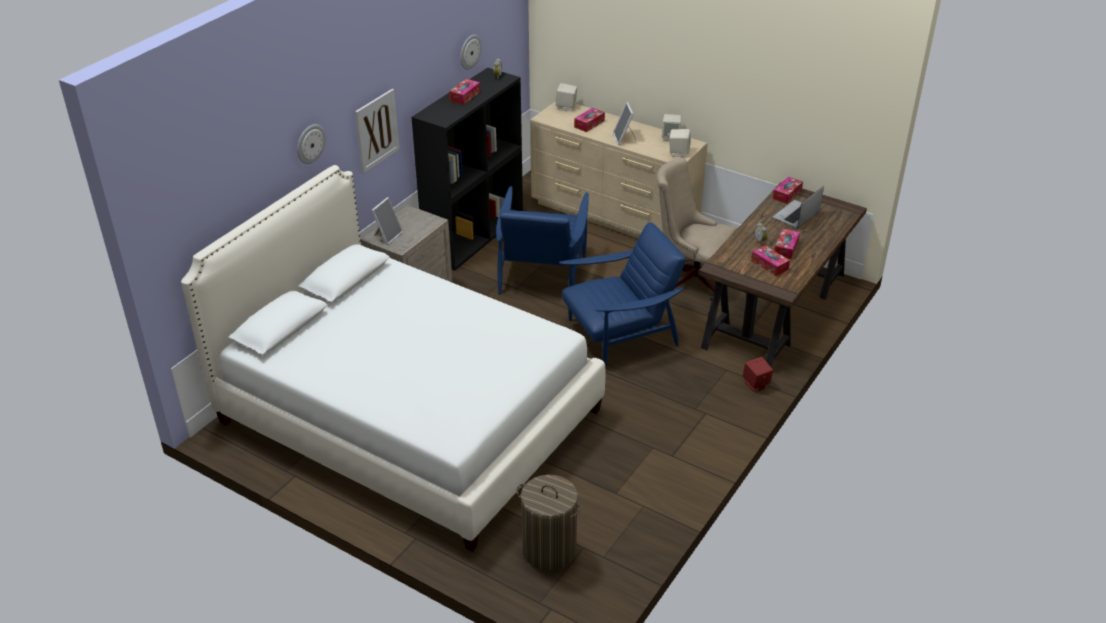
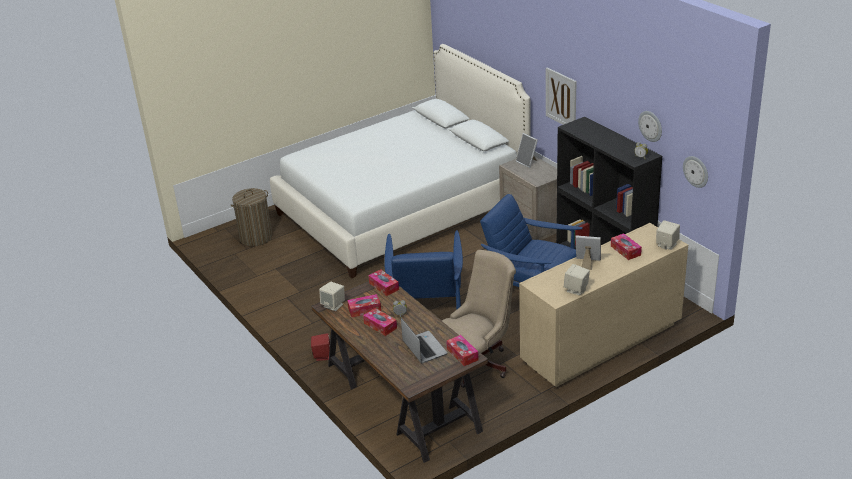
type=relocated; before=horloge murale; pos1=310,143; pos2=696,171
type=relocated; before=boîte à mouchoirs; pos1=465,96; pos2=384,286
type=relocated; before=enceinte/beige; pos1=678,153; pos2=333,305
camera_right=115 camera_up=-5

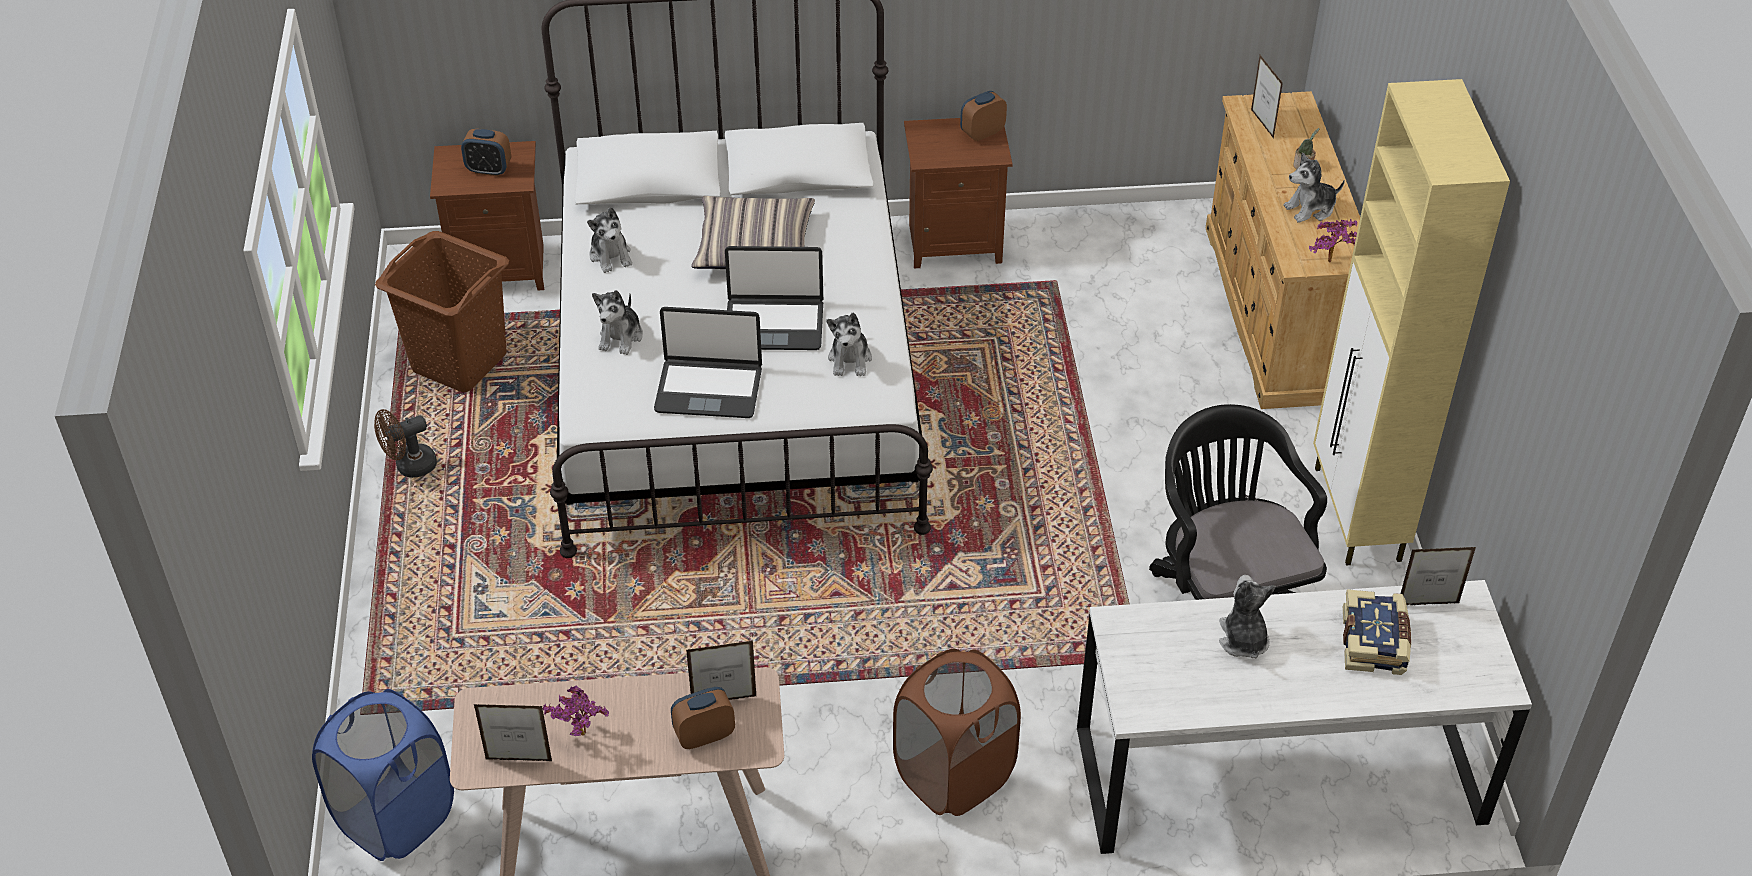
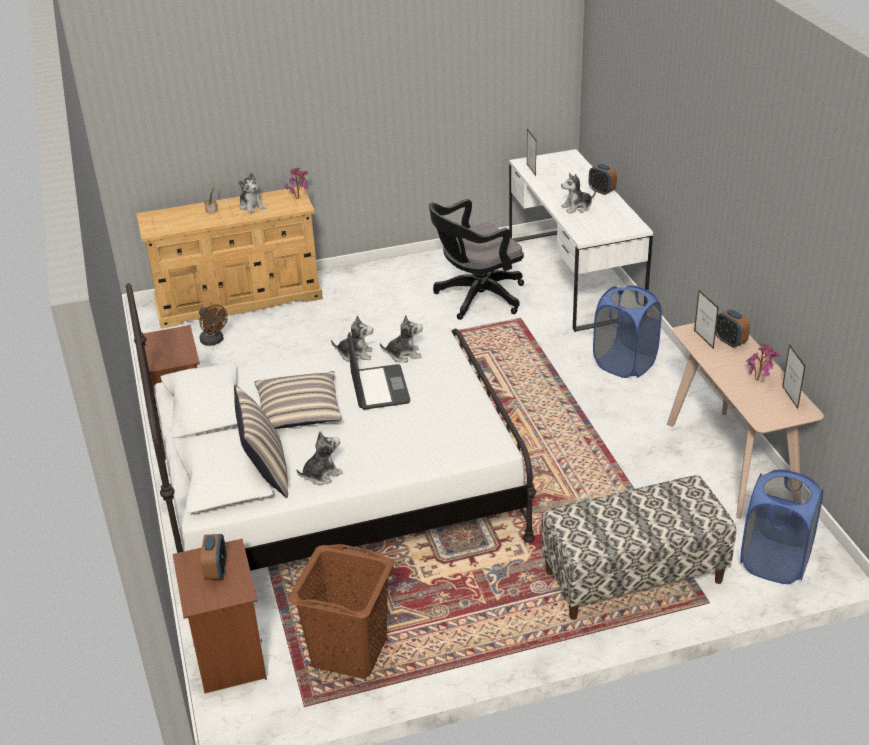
type=relocated; before=ventilateur/marron; pos1=409,467; pos2=214,341
type=relocated; before=peluche; pos1=621,337; pos2=355,354
type=missing; before=ordinateur portable; pos1=709,389
type=colour; before=panier à linge/marron; after=panier à linge/bleu; pos1=954,775; pos2=624,364
type=relocated; before=réveil; pos1=982,133; pos2=601,191
type=missing; before=cadre photo; pos1=1262,124
type=missing; before=meuble de rangement/beige; pos1=1357,515
type=missing; before=livre; pos1=1375,642
type=appeared; after=coussin; pos2=266,472
type=appeared; after=banc; pos2=633,578
camera_right=-100 camera_up=-10

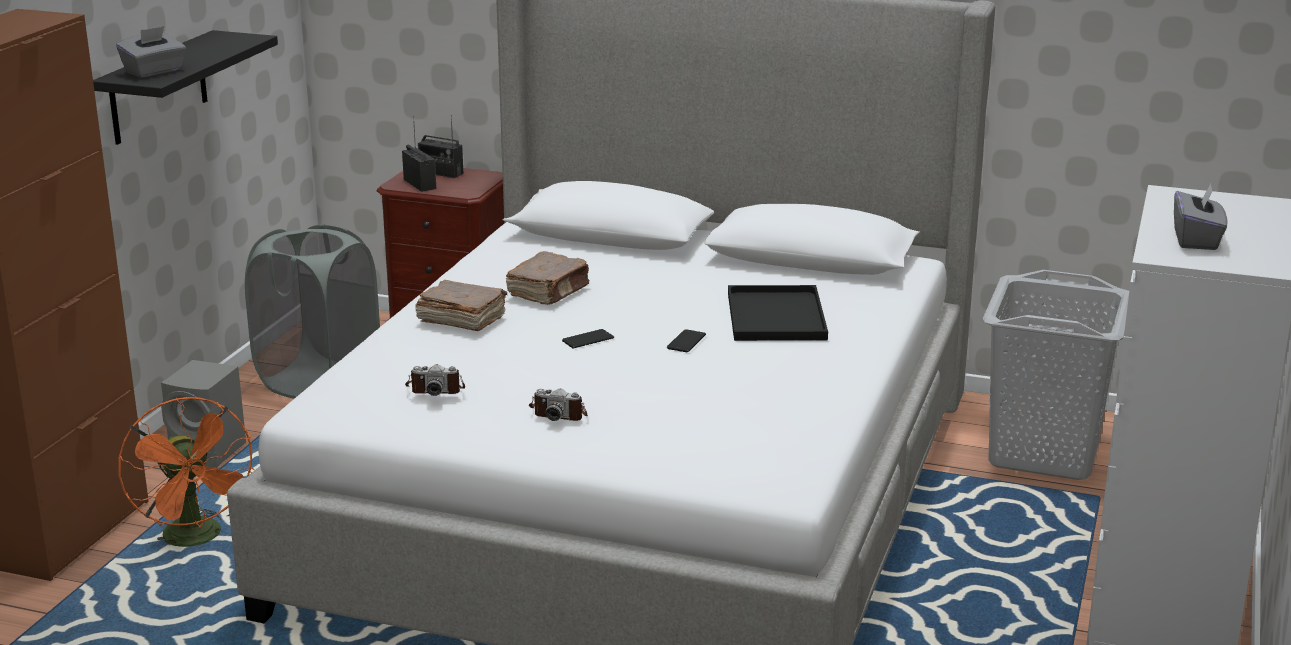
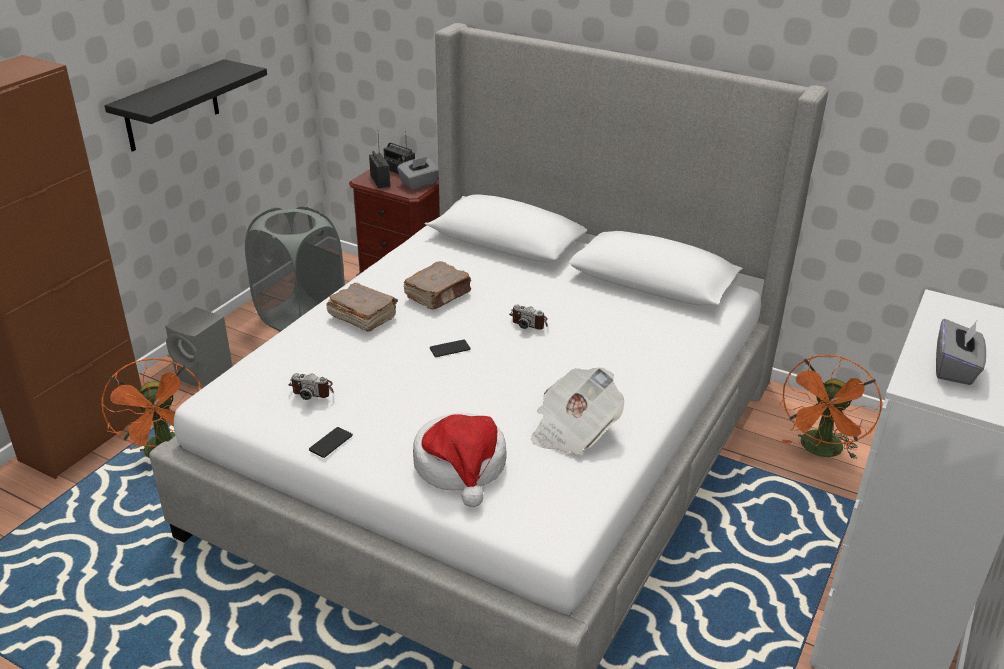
type=relocated; before=boîte à mouchoirs/gris; pos1=154,71; pos2=419,184
type=relocated; before=appareil photo; pos1=560,413; pos2=529,322
type=relocated; before=téléphone; pos1=686,341; pos2=331,443
type=missing; before=plateau/noir; pos1=777,317
type=exchanged; before=panier à linge/gris; after=ventilateur/orange; pos1=1045,453; pos2=820,451
type=appeared; after=chapeau; pos2=461,466
type=appeared; after=journal; pos2=573,430
camera_right=10 camera_up=10

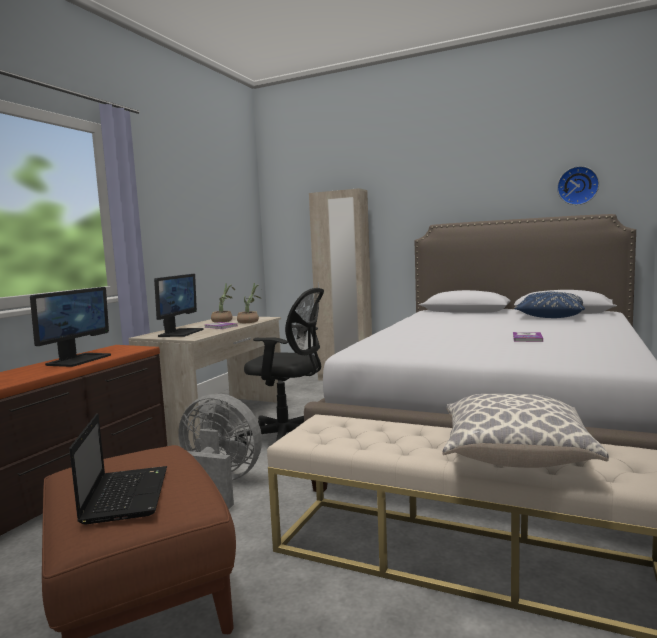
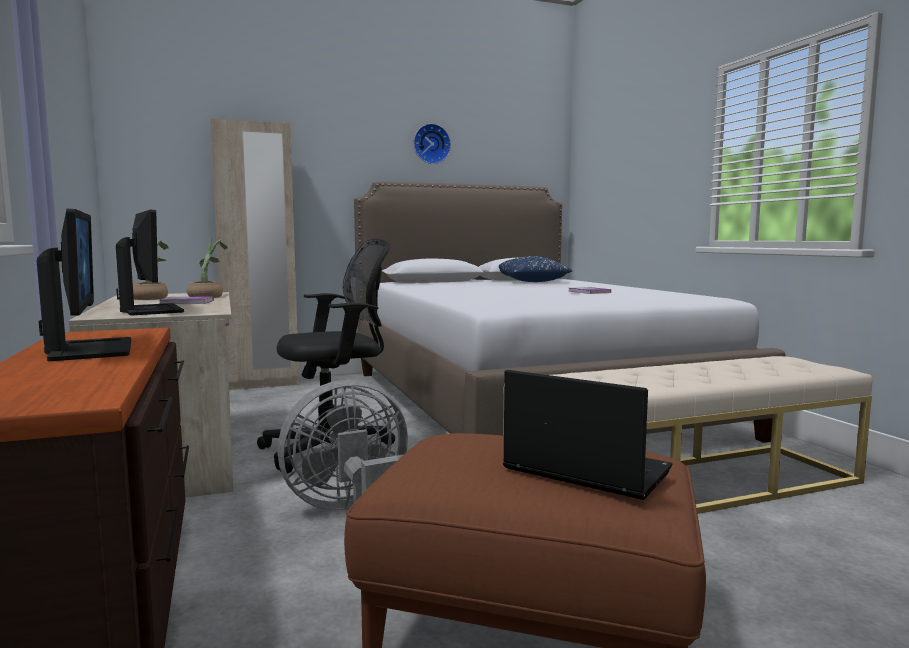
type=missing; before=coussin; pos1=514,457
type=relocated; before=horloge murale; pos1=577,186; pos2=431,144
camera_right=-45 camera_up=0

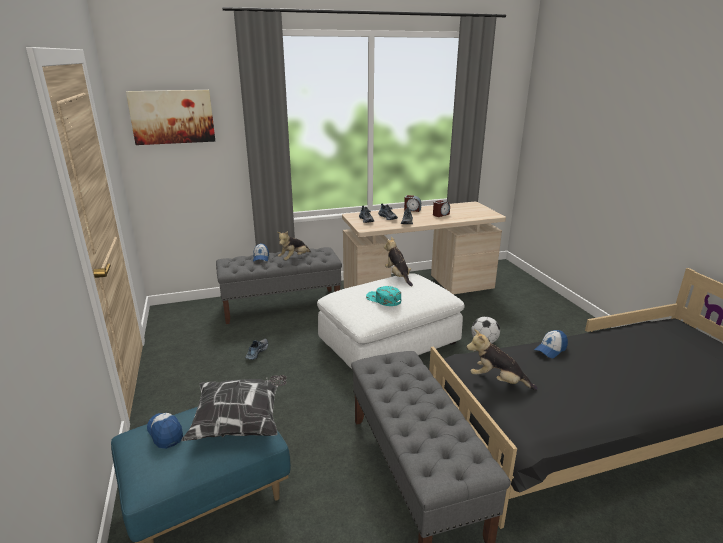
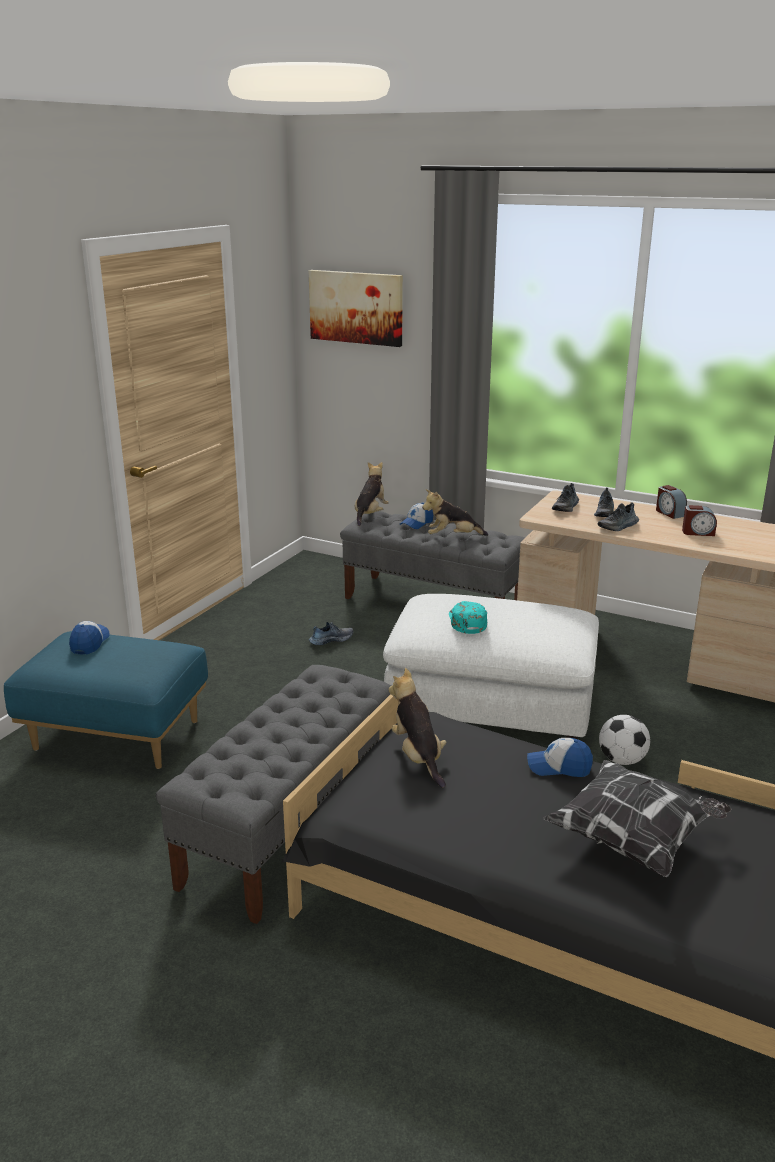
type=relocated; before=coussin; pos1=240,422; pos2=635,839
type=relocated; before=peluche; pos1=398,276; pos2=370,515
camera_right=45 camera_up=0

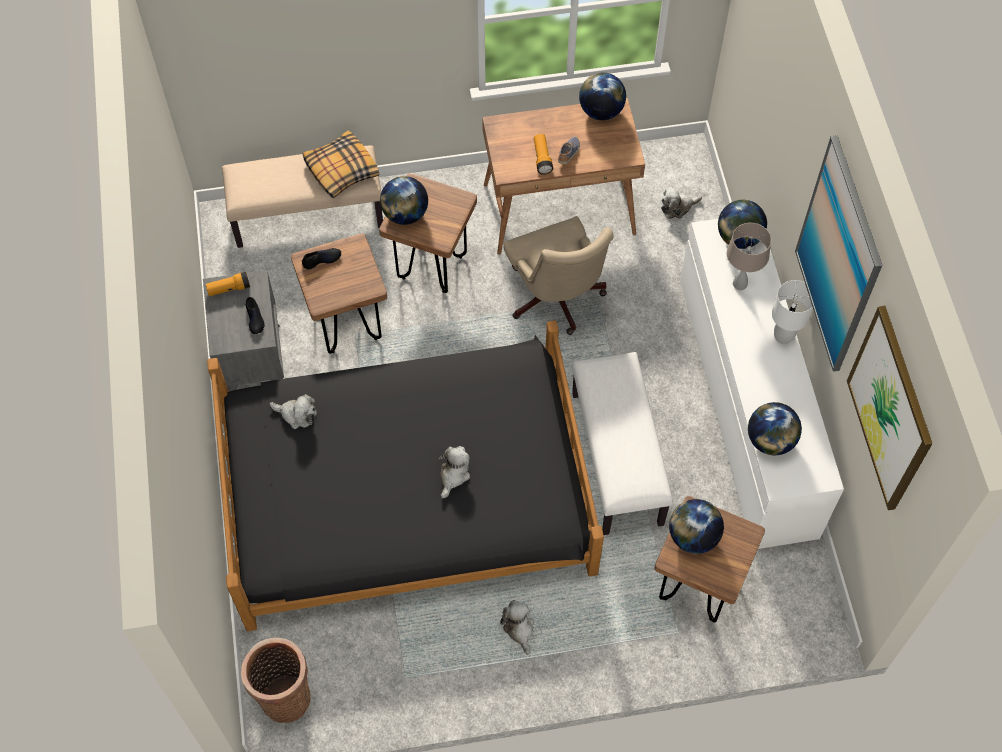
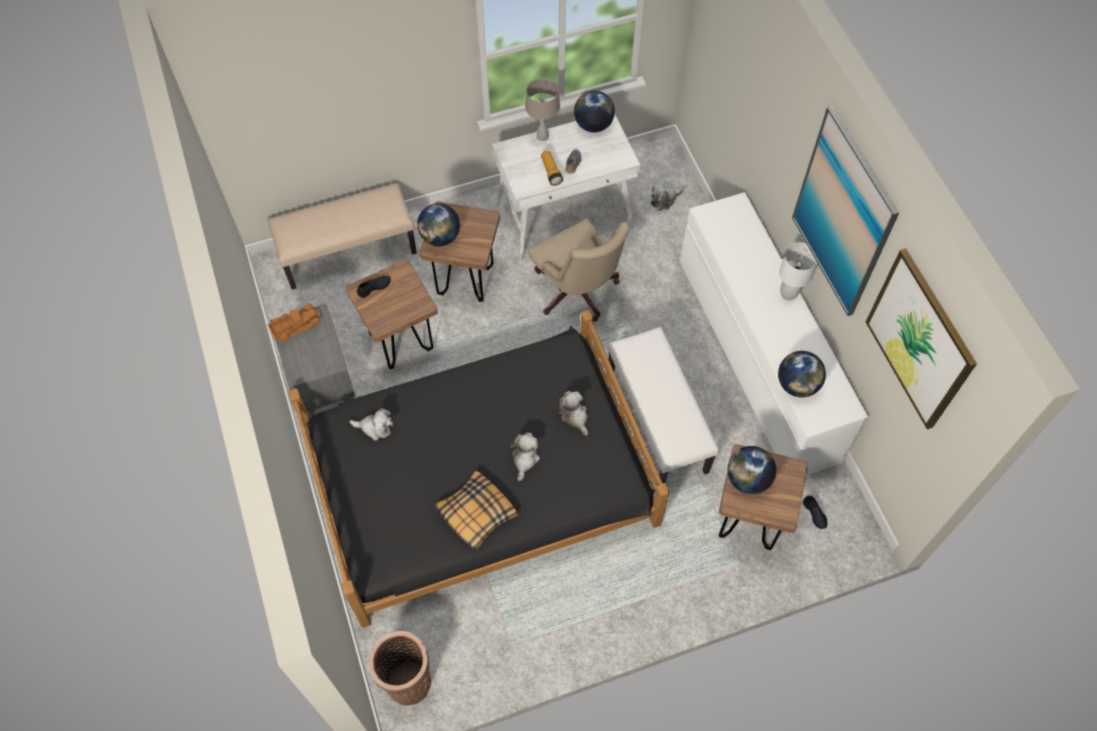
type=exchanged; before=lampe de poche; after=camion jouet; pos1=229,289; pos2=295,325
type=relocated; before=chaussure/noir; pos1=255,318; pos2=815,513
type=relocated; before=coussin; pos1=341,170; pos2=476,514
type=colour; before=bureau/marron; after=bureau/blanc; pos1=559,209; pos2=565,216
type=relocated; before=peluche; pos1=519,628; pos2=574,416
type=missing; before=globe; pos1=738,238
type=relocated; before=lampe de table/beige; pos1=740,283; pos2=542,136
camera_right=-10 camera_up=0

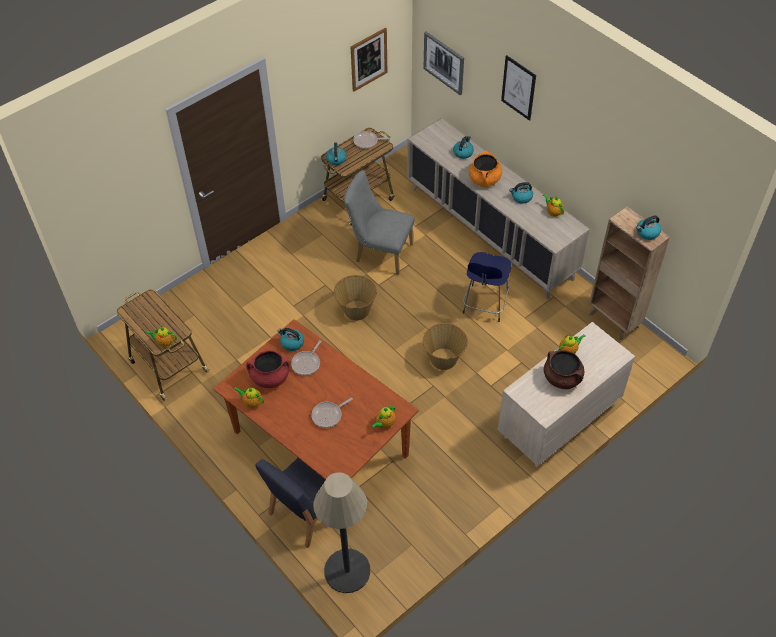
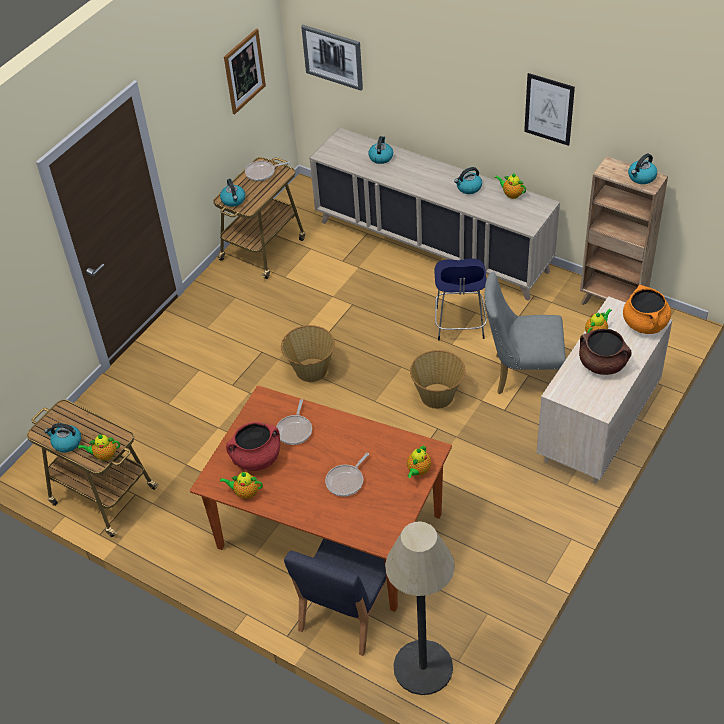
type=relocated; before=bouilloire; pos1=291,343; pos2=66,443
type=relocated; before=chaise/gris; pos1=379,252; pos2=521,374
type=relocated; before=marmite/orange; pos1=484,180; pos2=645,324
type=relocated; before=tableau; pos1=518,88; pos2=549,109
camera_right=-15 camera_up=-5

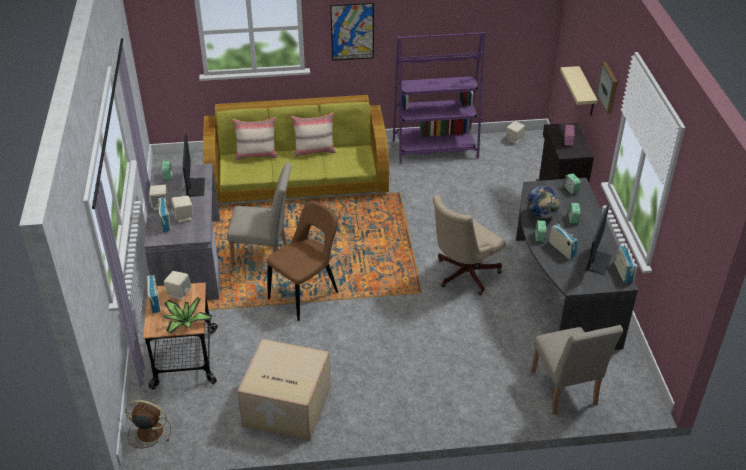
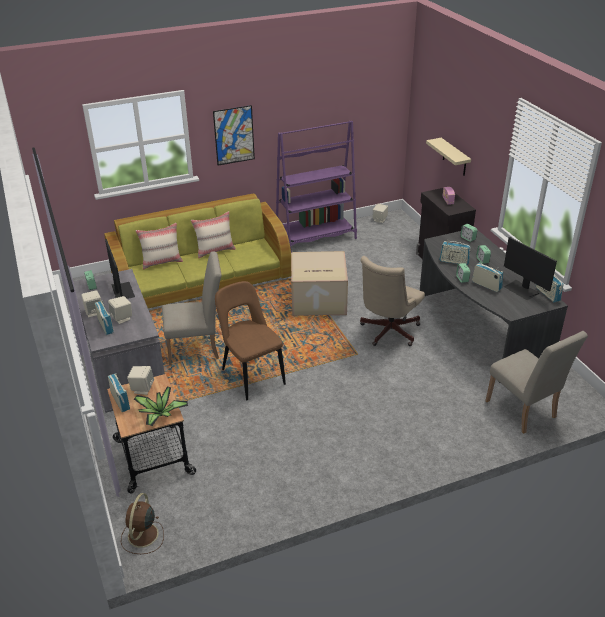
type=spun; before=ventilateur/marron; pos1=148,431; pos2=142,536; turn=-75
type=relocated; before=carton; pos1=285,406; pos2=317,300
type=spun; before=chaise/marron; pos1=306,294; pos2=251,375; turn=-60
type=exchanged; before=globe; after=radio; pos1=541,215; pos2=454,261
type=spun; before=écran d'ordinateur; pos1=597,262; pos2=522,290; turn=135
type=missing; before=tableau; pos1=608,87
camera_right=-15 camera_up=-5

